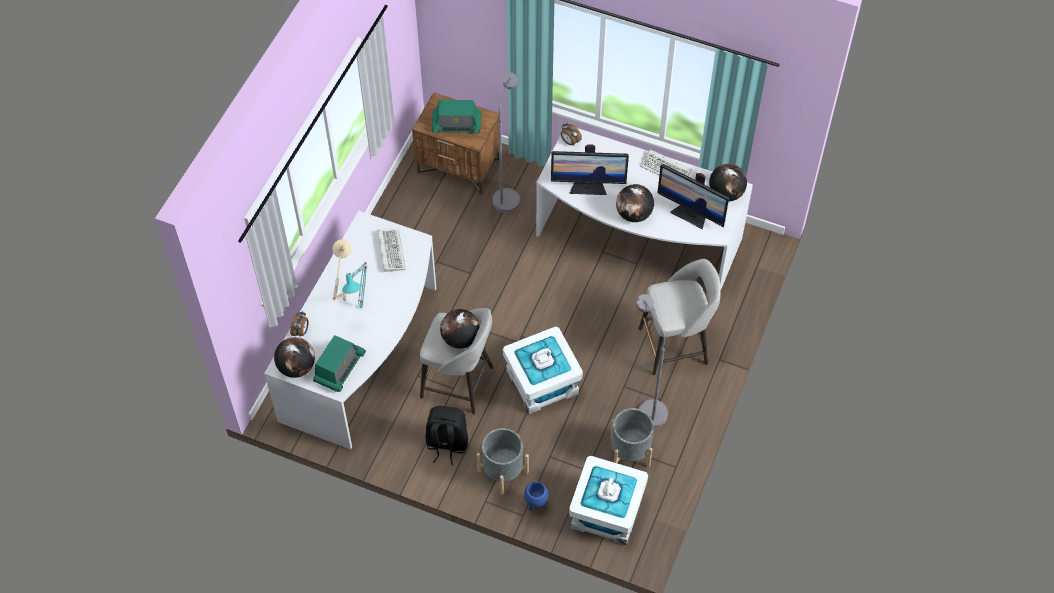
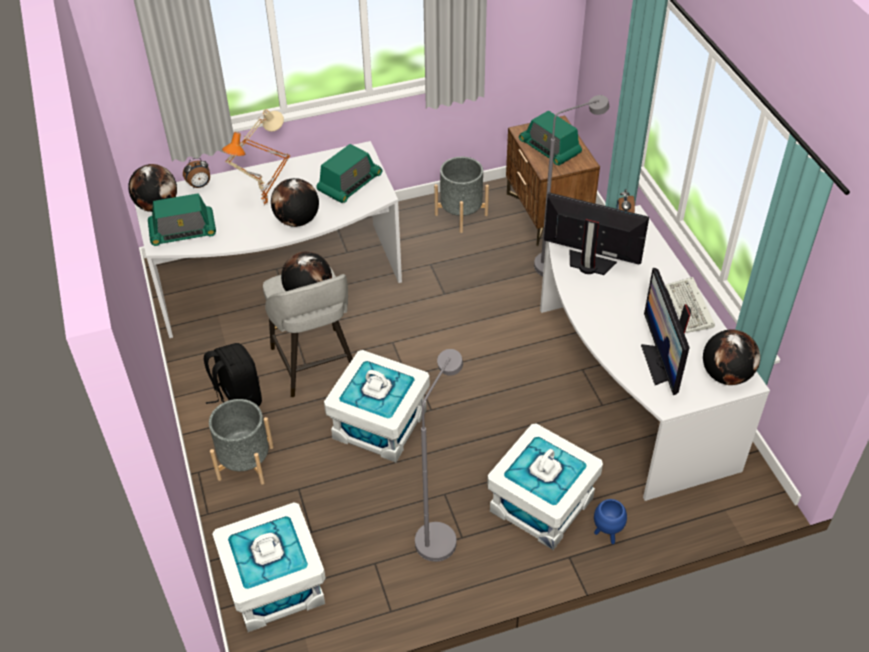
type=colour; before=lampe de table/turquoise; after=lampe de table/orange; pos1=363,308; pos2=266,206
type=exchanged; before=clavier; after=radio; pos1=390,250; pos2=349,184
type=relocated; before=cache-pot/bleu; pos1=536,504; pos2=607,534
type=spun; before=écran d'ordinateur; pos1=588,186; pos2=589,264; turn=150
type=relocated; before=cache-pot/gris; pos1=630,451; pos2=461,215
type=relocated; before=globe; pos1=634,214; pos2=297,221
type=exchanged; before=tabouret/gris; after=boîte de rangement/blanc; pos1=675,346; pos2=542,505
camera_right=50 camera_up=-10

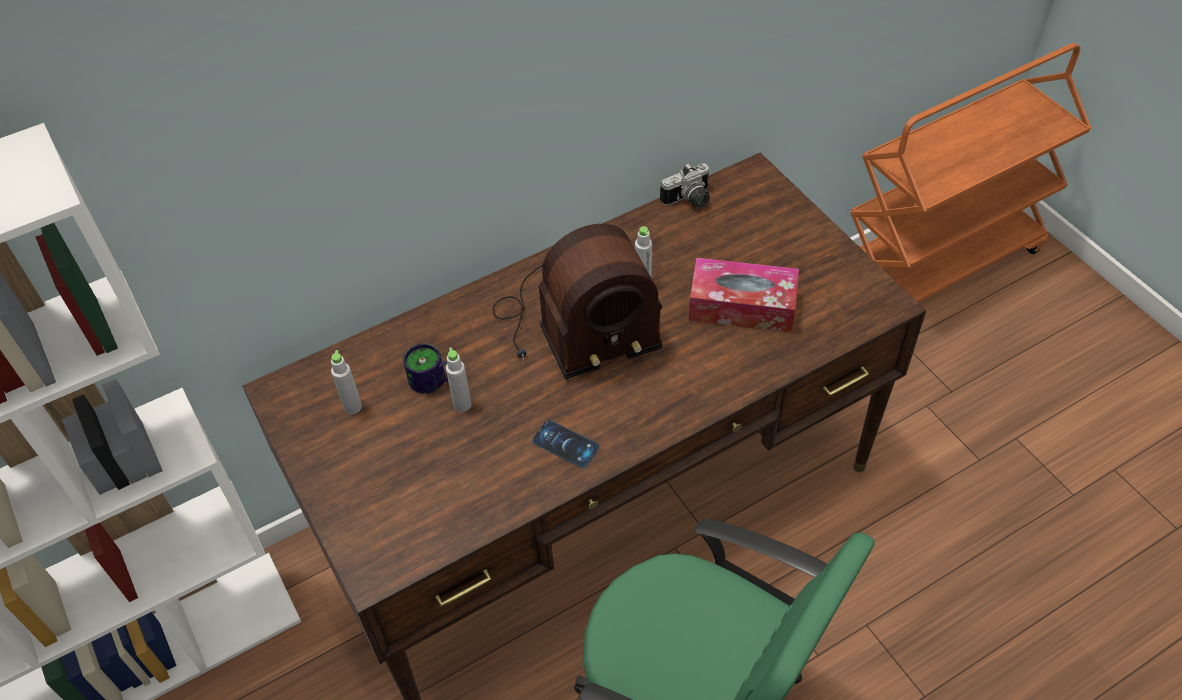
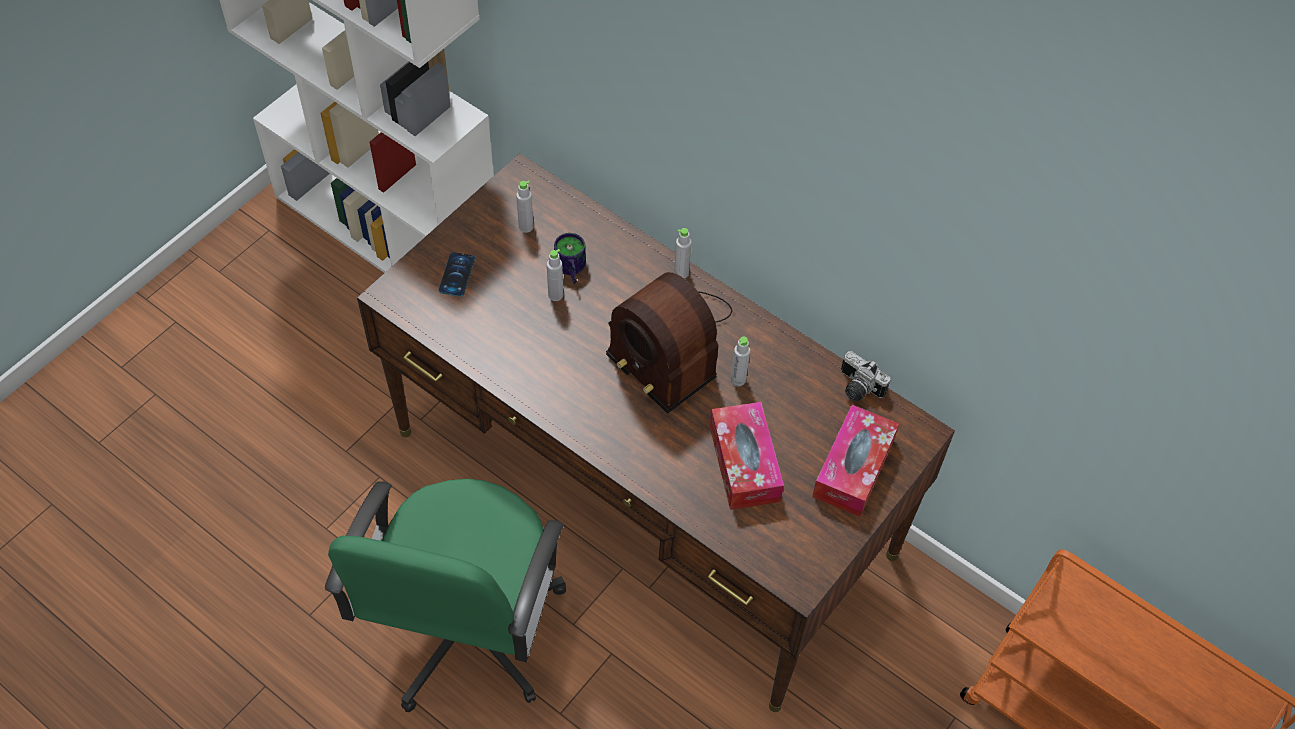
type=relocated; before=téléphone; pos1=565,444; pos2=456,274
type=appeared; after=bouteille/gris; pos2=681,273
type=appeared; after=boîte à mouchoirs; pos2=853,468
camera_right=65 camera_up=5

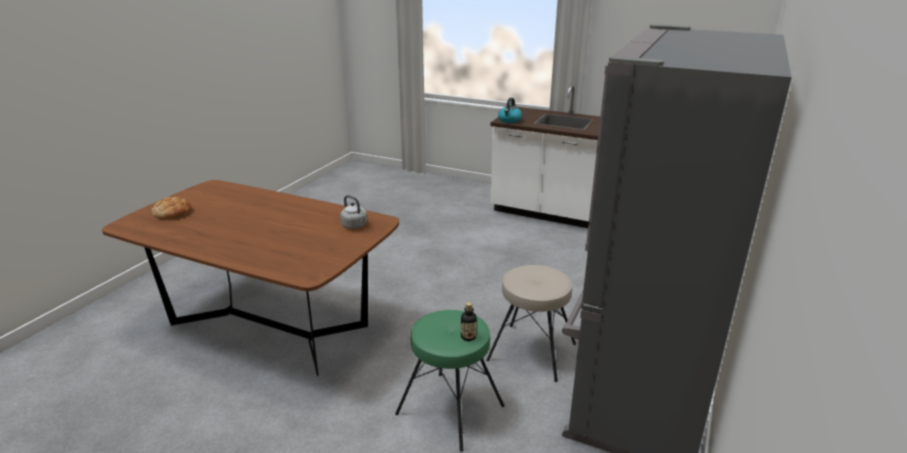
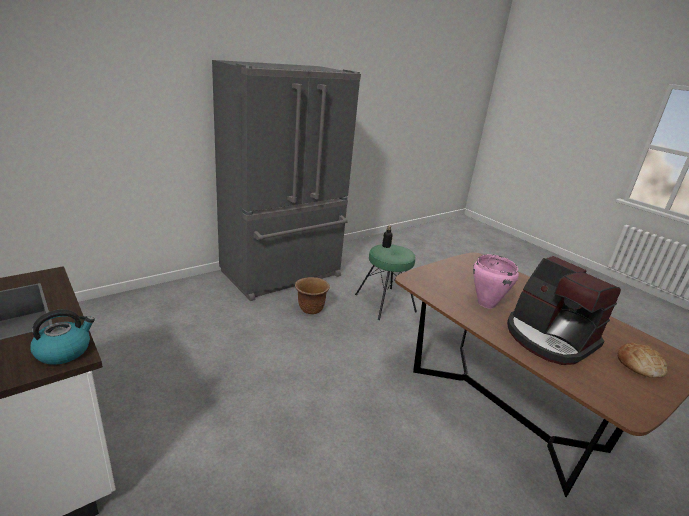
type=missing; before=bouilloire/gris; pos1=355,226
type=exchanged; before=tabouret/beige; after=cache-pot/marron; pos1=531,352; pos2=310,309
type=appeared; after=marmite/rose; pos2=486,304
type=appeared; after=machine à café; pos2=549,338
camera_right=-155 camera_up=0

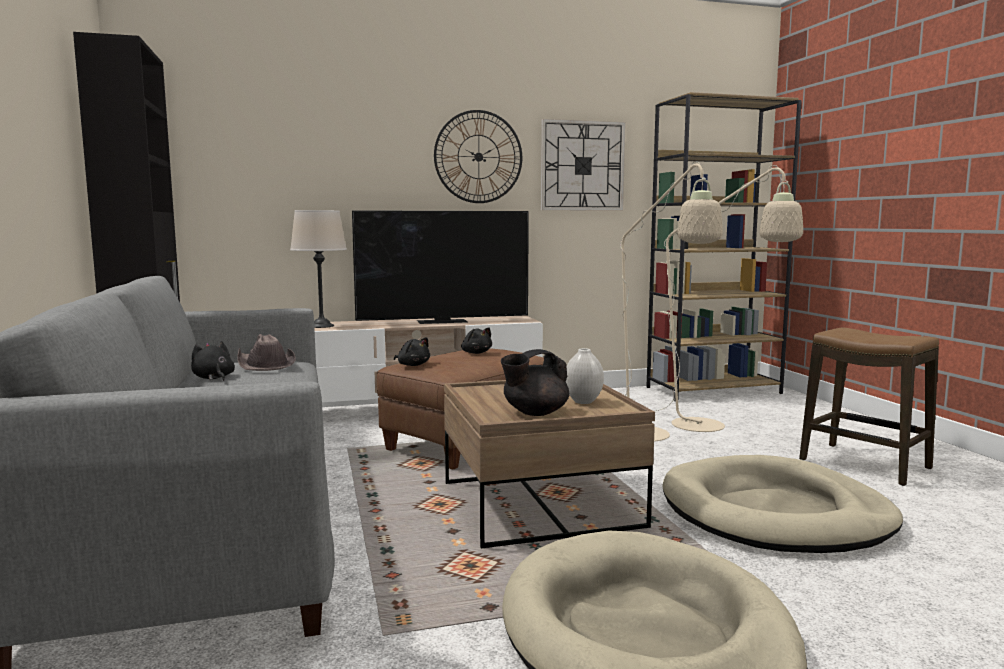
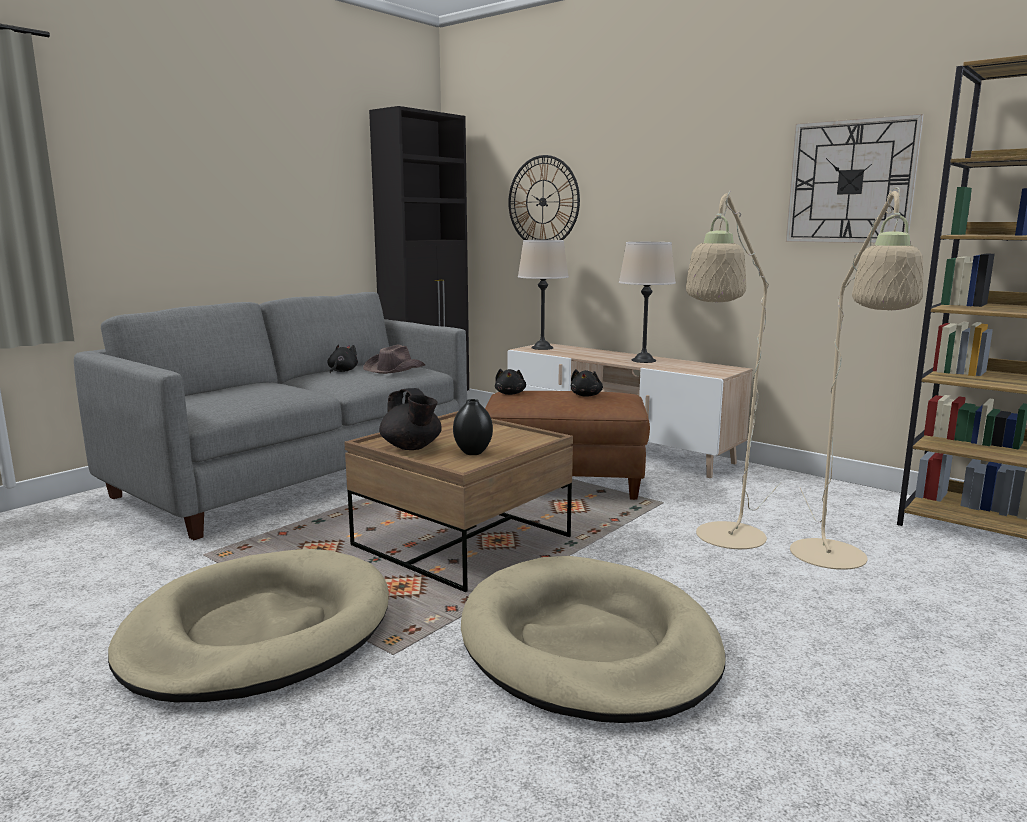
type=exchanged; before=téléviseur; after=lampe de table/beige; pos1=443,321; pos2=644,360
type=relocated; before=horloge murale; pos1=478,157; pos2=543,202
type=spun; before=théière/noir; pos1=534,413; pos2=411,447; turn=-150
type=colour; before=vase/blanc; after=vase/noir; pos1=584,402; pos2=473,453
type=missing; before=tabouret; pos1=865,464
camera_right=55 camera_up=5

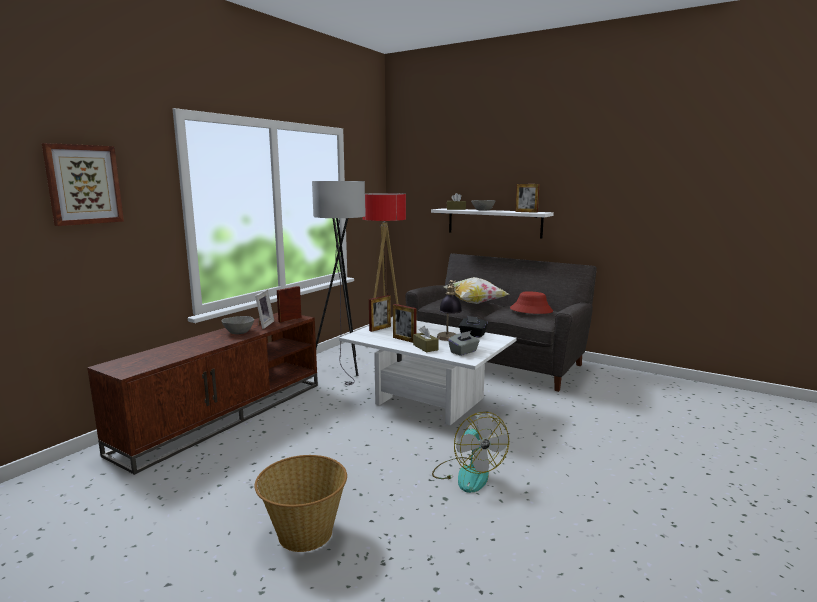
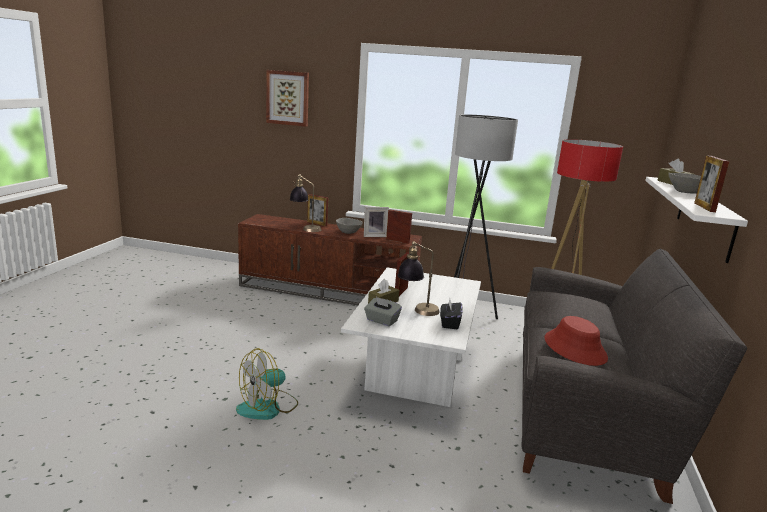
type=missing; before=panier; pos1=304,534
type=relocated; before=cadre photo; pos1=380,328; pos2=317,224
type=missing; before=coussin; pos1=474,303
type=appeared; after=lampe de table; pos2=305,228
camera_right=70 camera_up=5

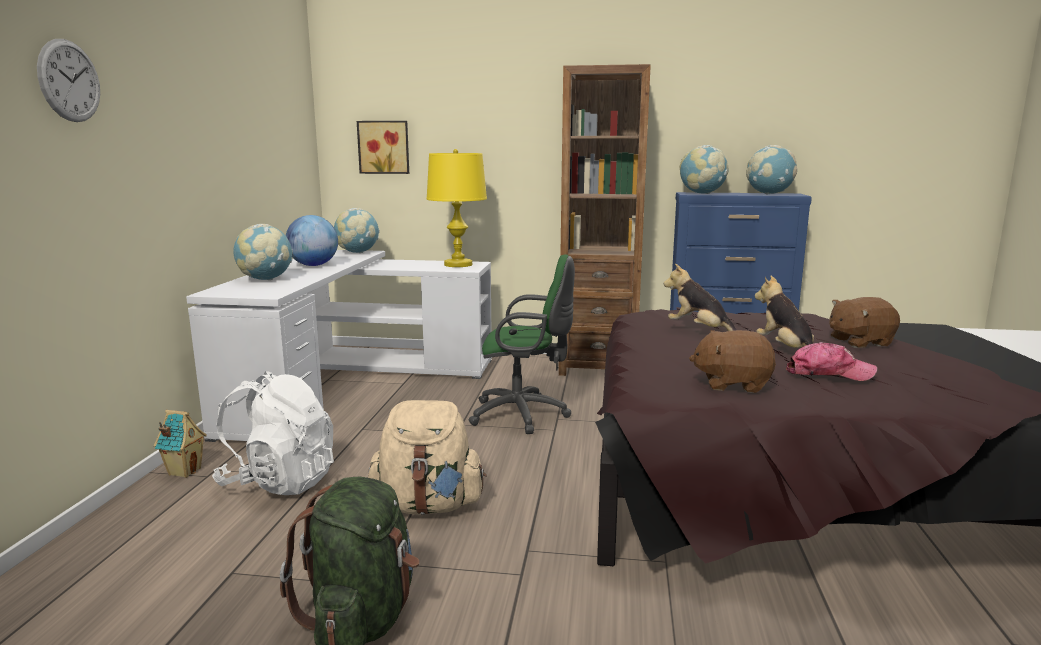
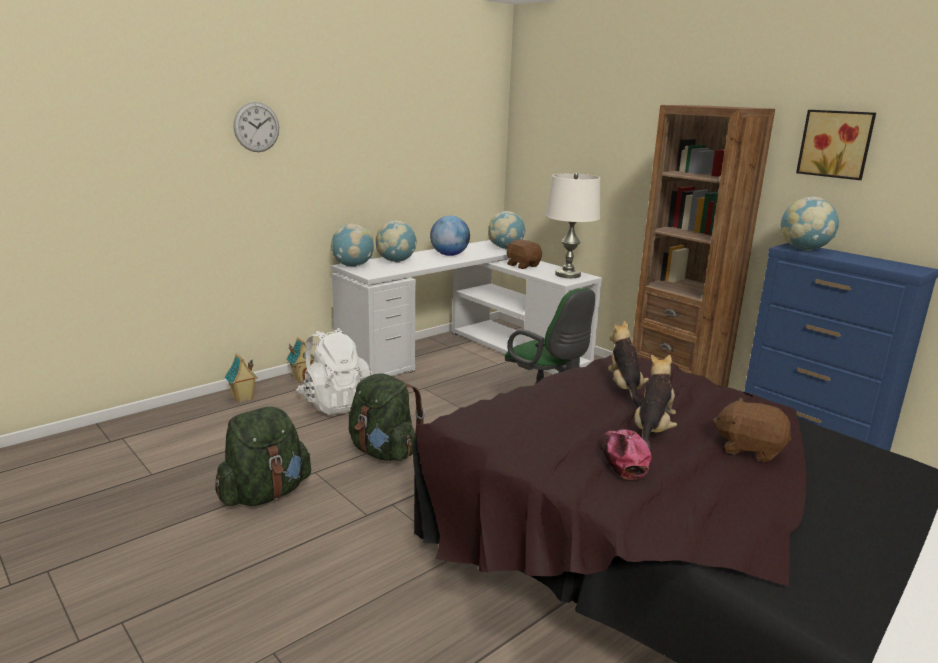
type=relocated; before=tableau; pos1=384,147; pos2=836,144
type=colour; before=sac à dos/beige; after=sac à dos/vert; pos1=428,505; pos2=383,452
type=colour; before=lampe de table/jaune; after=lampe de table/blanc; pos1=458,264; pos2=567,275
type=relocated; before=peluche/marron; pos1=732,384; pos2=523,265
type=relocated; before=globe; pos1=769,194; pos2=353,266
type=spun; before=casquette; pos1=828,373; pos2=622,459; turn=-150
type=appeared; after=maison miniature; pos2=243,398
camera_right=40 camera_up=5

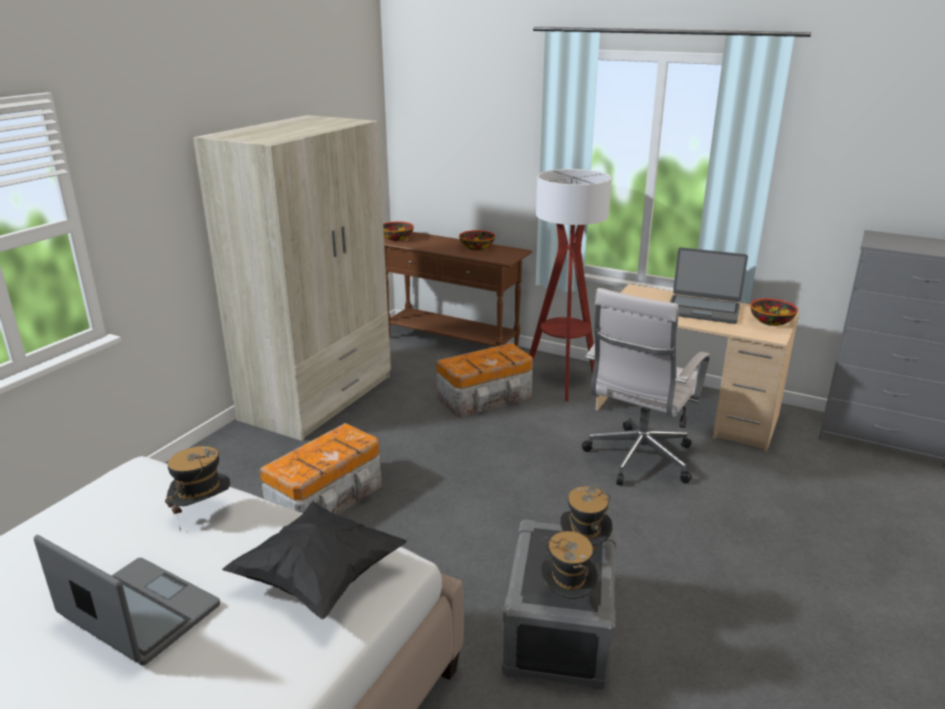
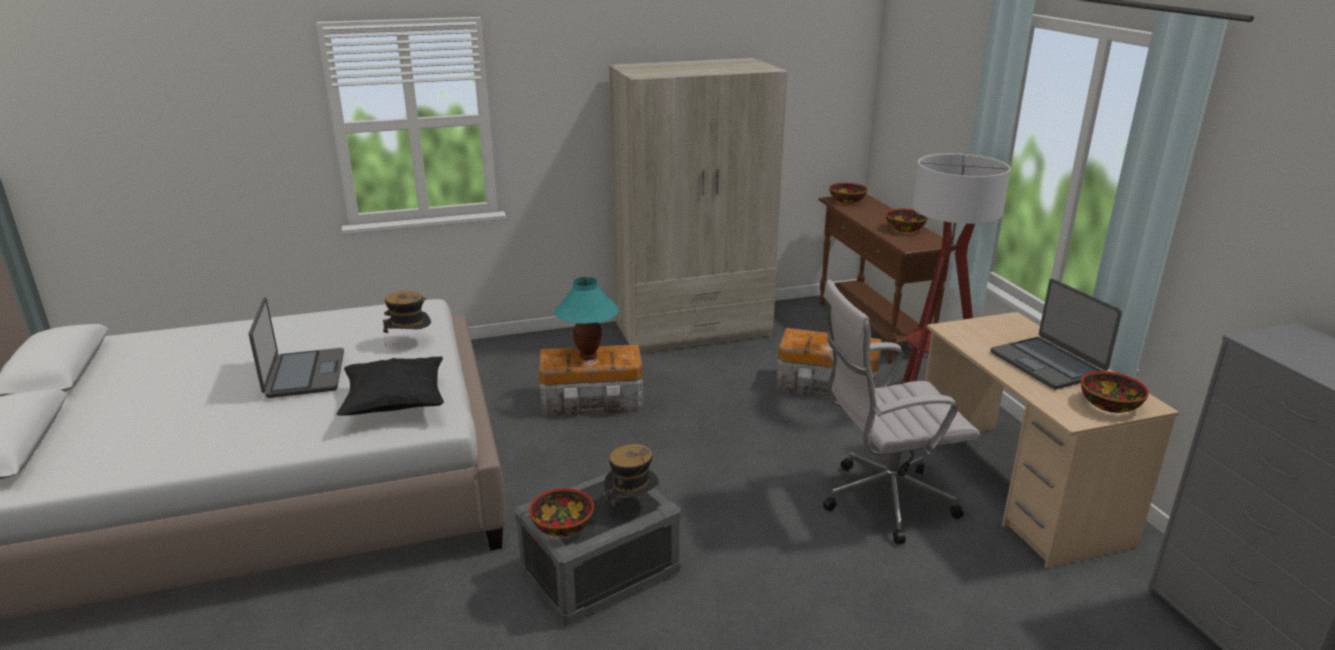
type=exchanged; before=chapeau; after=bol; pos1=567,599; pos2=562,526
type=appeared; after=lampe de table/turquoise; pos2=588,356
camera_right=45 camera_up=0

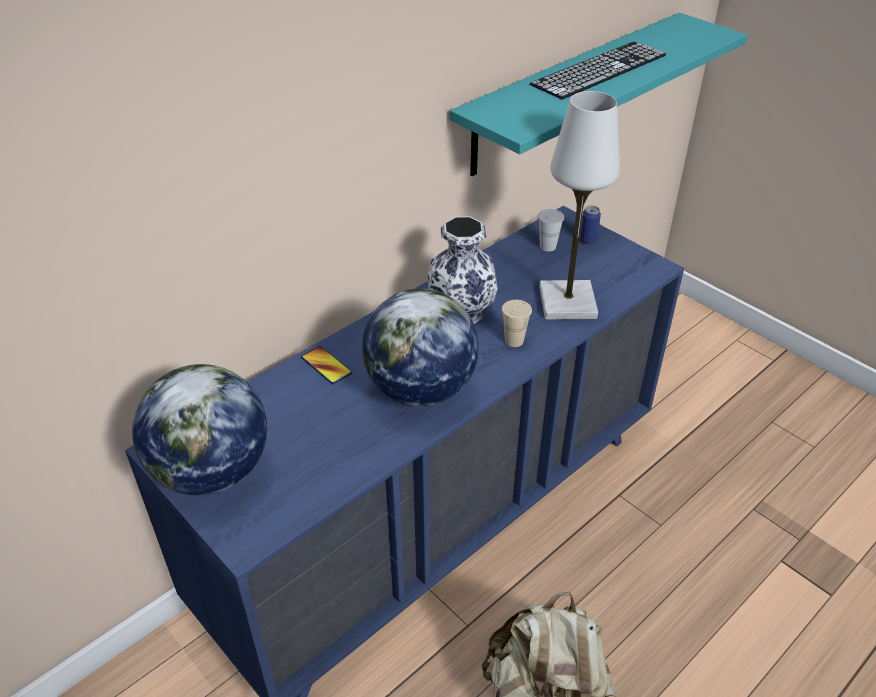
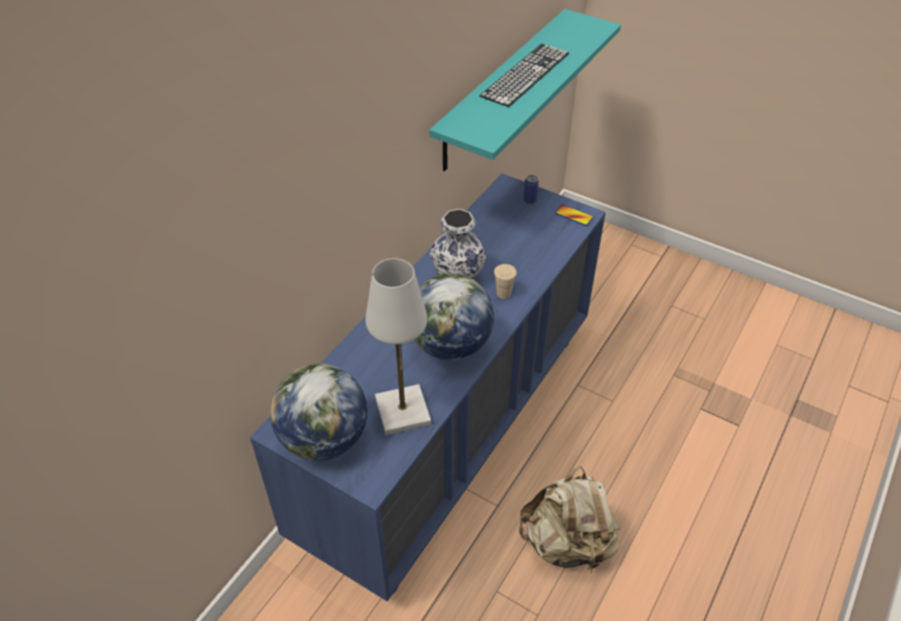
type=relocated; before=téléphone; pos1=326,366; pos2=574,216
type=missing; before=tasse/blanc; pos1=547,246
type=relocated; before=lampe de table/blanc; pos1=567,303; pos2=403,411
camera_right=-15 camera_up=5

